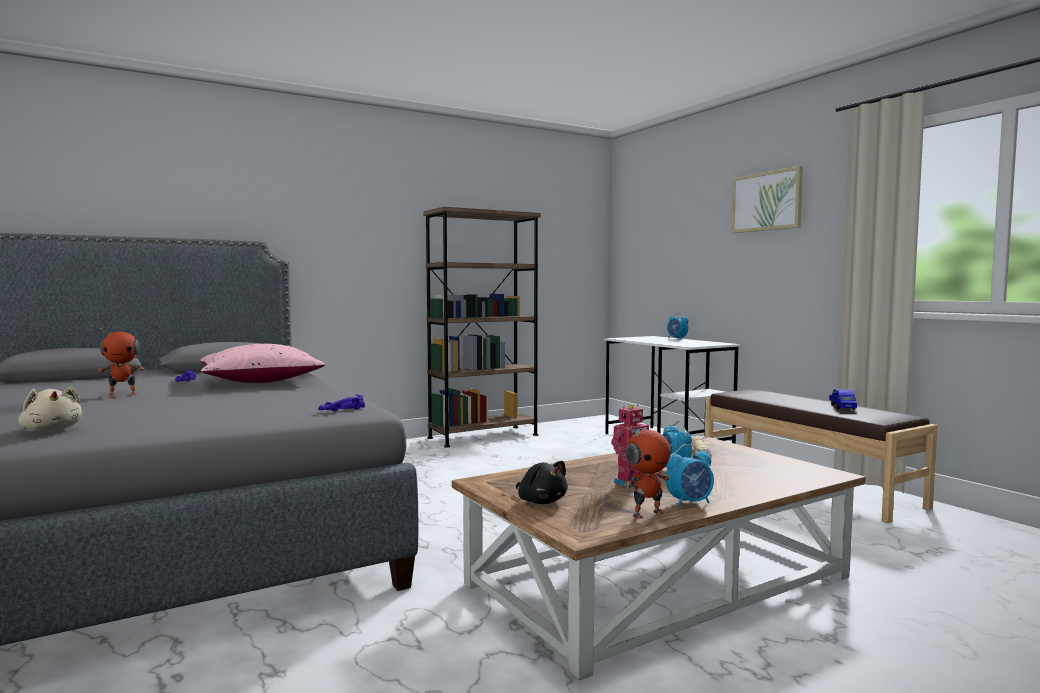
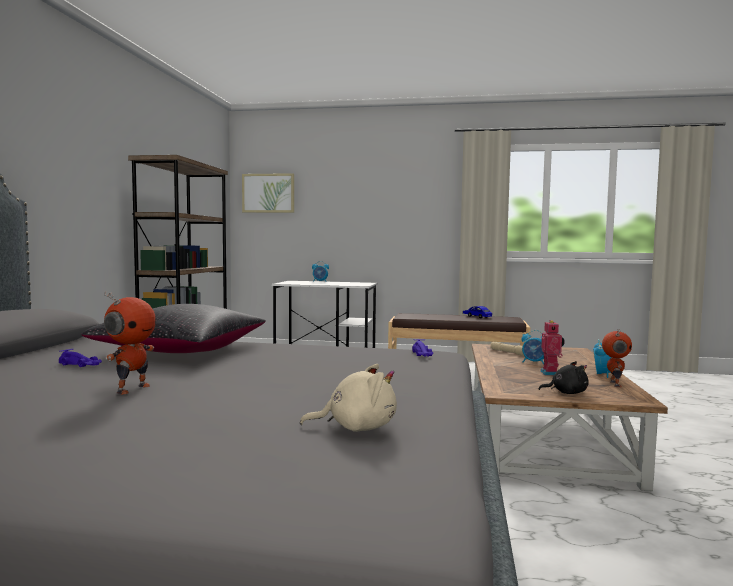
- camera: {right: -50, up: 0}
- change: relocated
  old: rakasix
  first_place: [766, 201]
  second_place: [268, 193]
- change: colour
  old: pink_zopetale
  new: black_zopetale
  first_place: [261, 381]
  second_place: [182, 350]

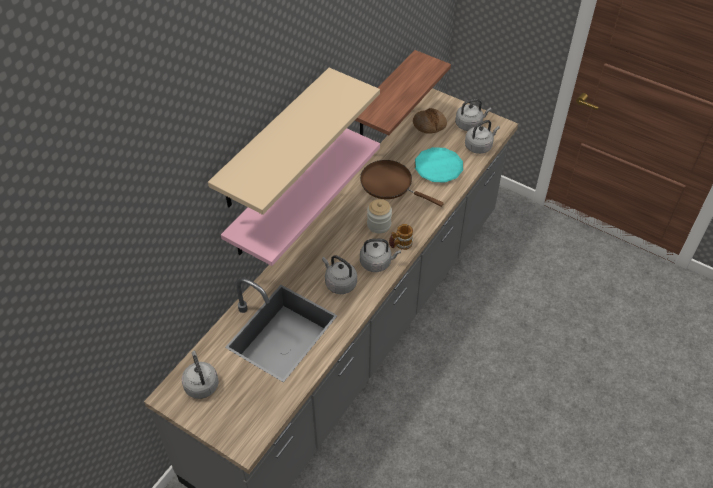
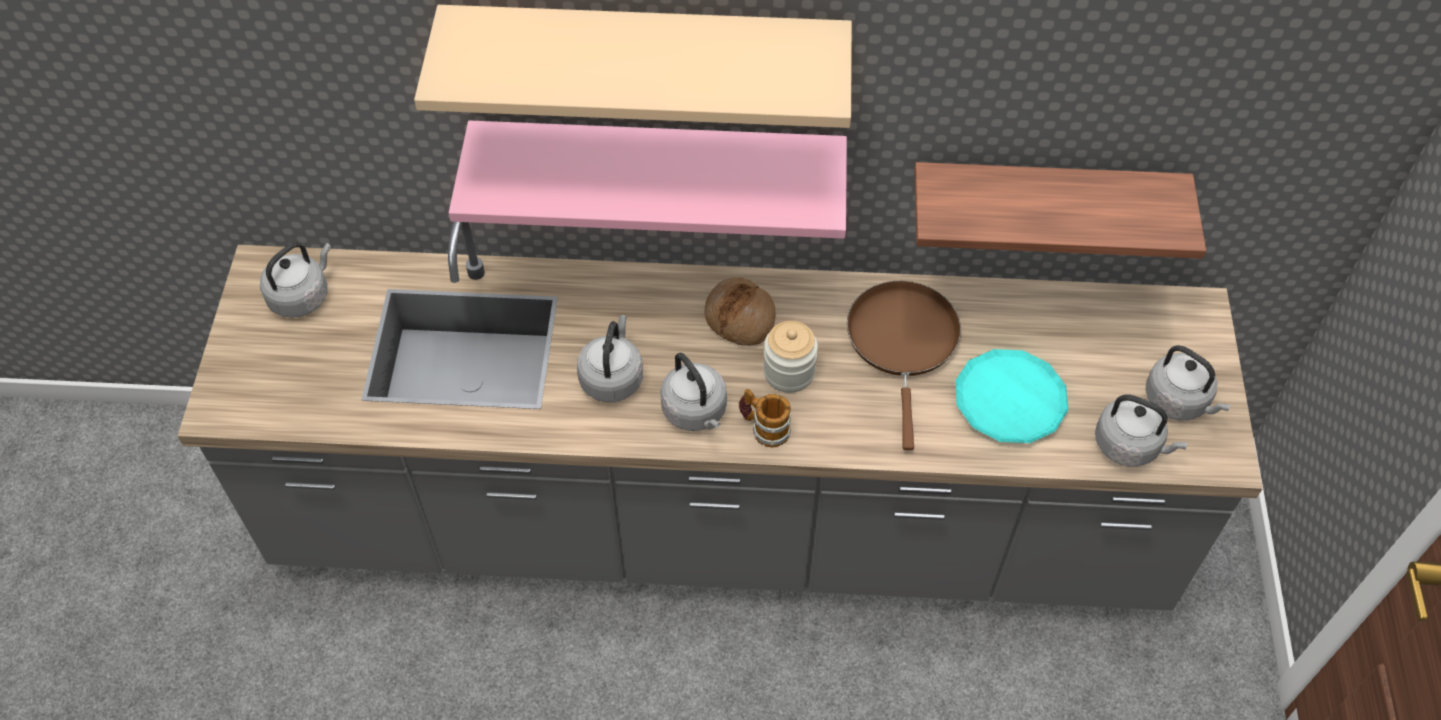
- camera: {right: 60, up: 5}
- change: relocated
  old: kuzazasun
  first_place: [429, 124]
  second_place: [740, 317]

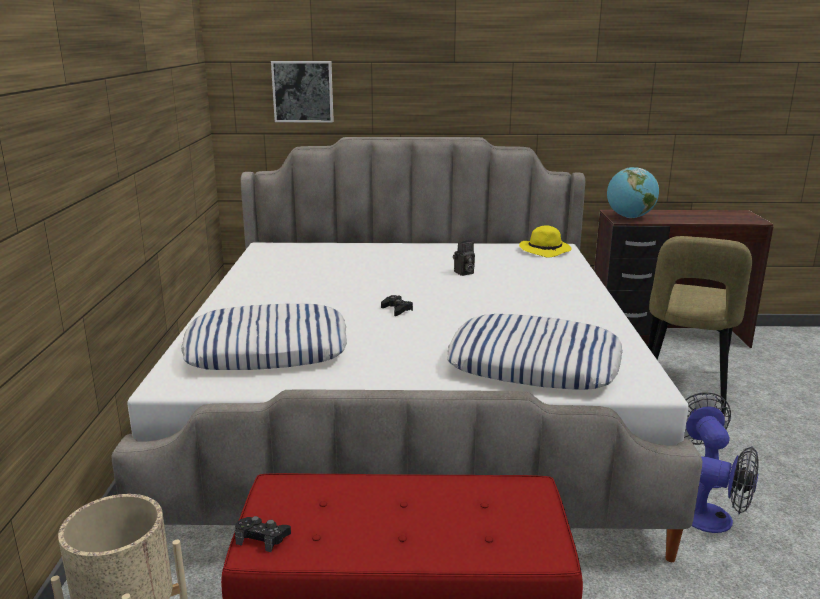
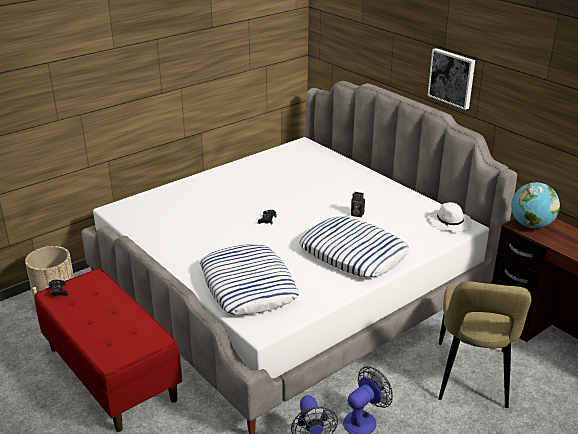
- camera: {right: 50, up: 10}
- change: relocated
  old: rakasix
  first_place: [303, 91]
  second_place: [452, 78]
- change: colour
  old: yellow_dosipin
  new: white_dosipin
  first_place: [545, 250]
  second_place: [450, 223]
- change: spun
  old: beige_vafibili
  first_place: [683, 389]
  second_place: [472, 378]
  degrees: -60
- change: relocated
  old: zopetale
  first_place: [268, 349]
  second_place: [353, 253]

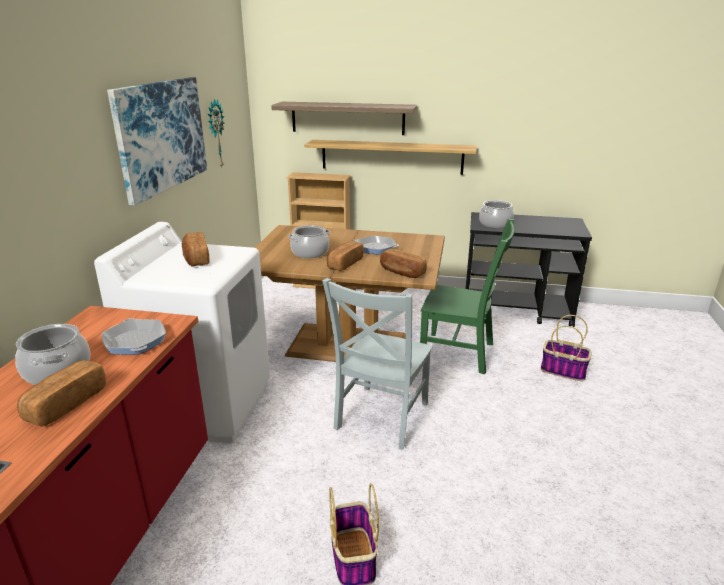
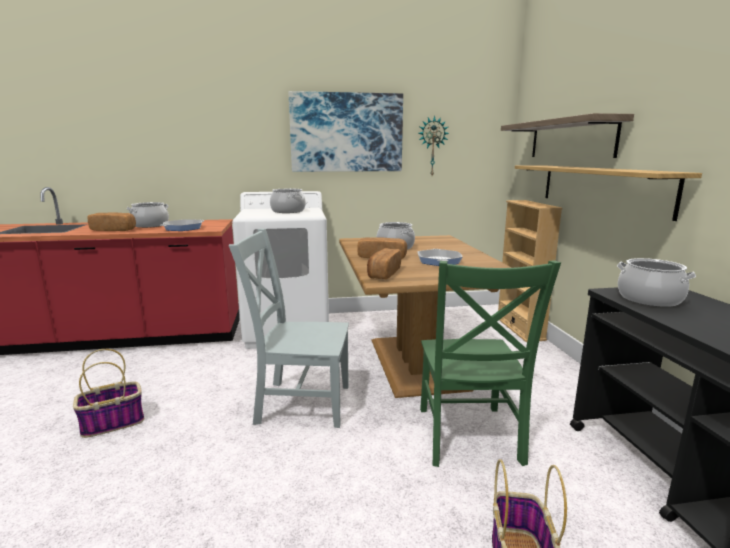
- camera: {right: 70, up: -10}
- change: exchanged
  old: kuzazasun
  new: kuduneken
  first_place: [196, 259]
  second_place: [288, 211]

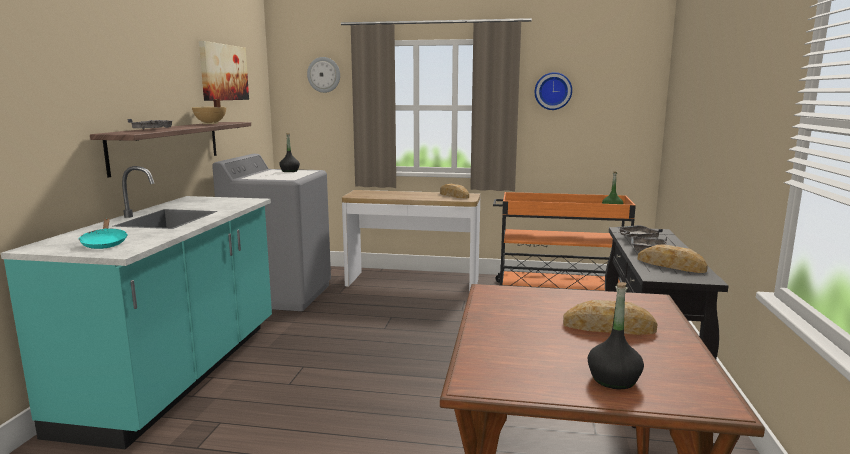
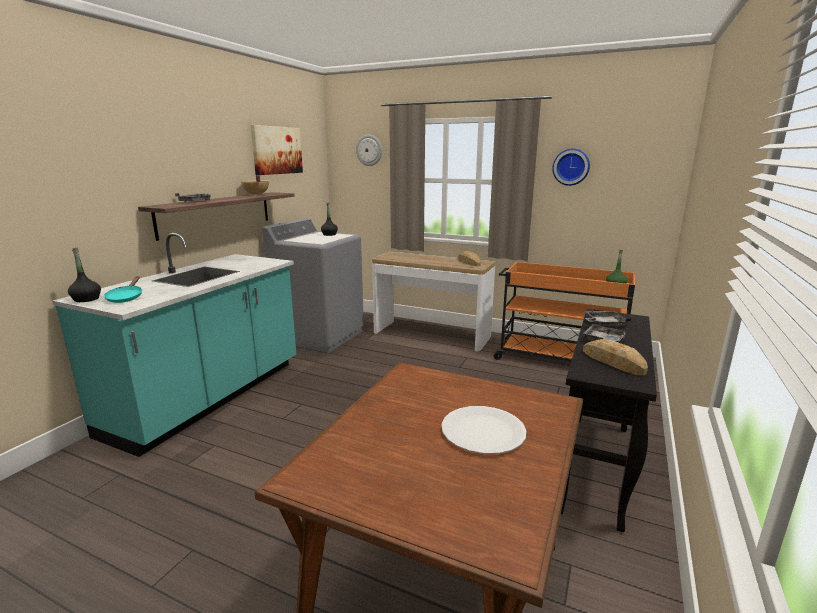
- camera: {right: 15, up: 5}
- change: relocated
  old: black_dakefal
  first_place: [613, 380]
  second_place: [86, 299]
- change: exchanged
  old: kuzazasun
  new: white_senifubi
  first_place: [608, 327]
  second_place: [482, 431]

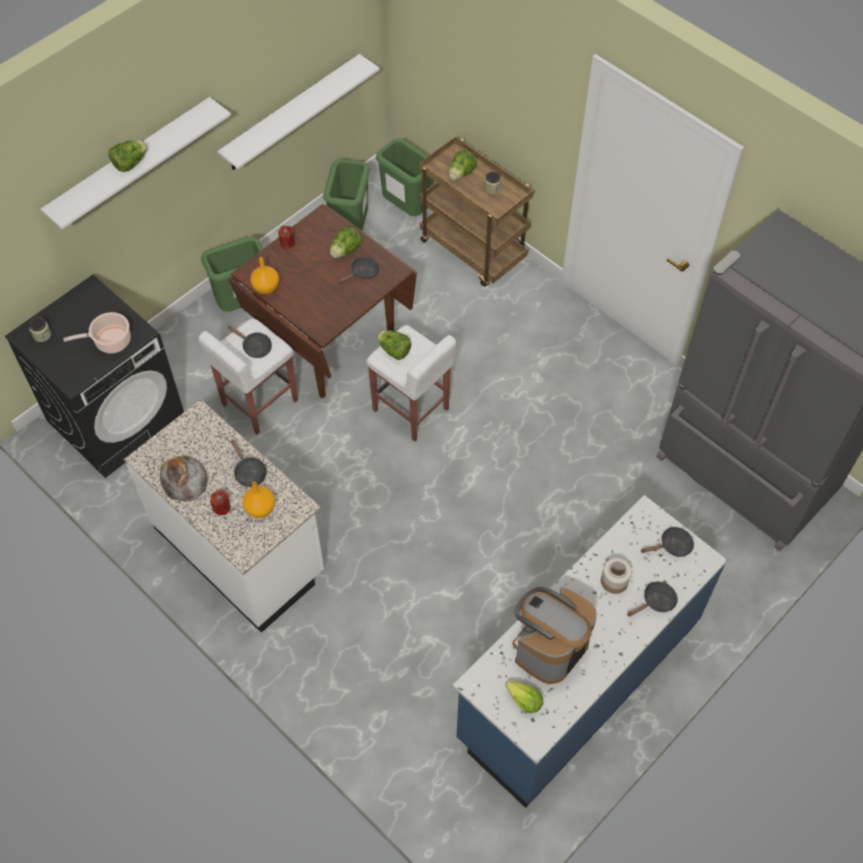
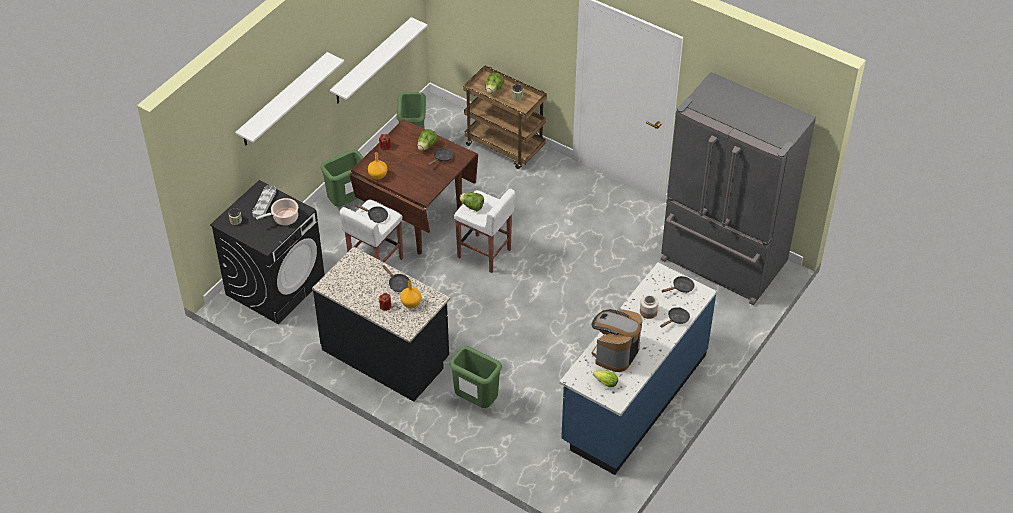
- camera: {right: -10, up: -10}
- change: relocated
  old: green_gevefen
  first_place: [406, 209]
  second_place: [475, 401]
- change: missing
  old: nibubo
  first_place: [130, 163]
- change: colour
  old: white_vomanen
  new: black_vomanen
  first_place: [240, 549]
  second_place: [386, 355]
- change: missing
  old: kuzazasun
  first_place: [183, 478]
- change: appeared
  new: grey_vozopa
  second_place: [264, 203]

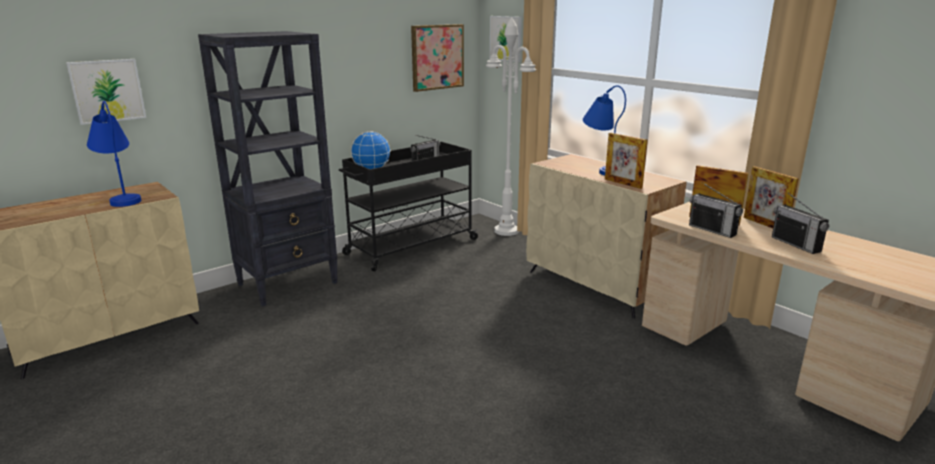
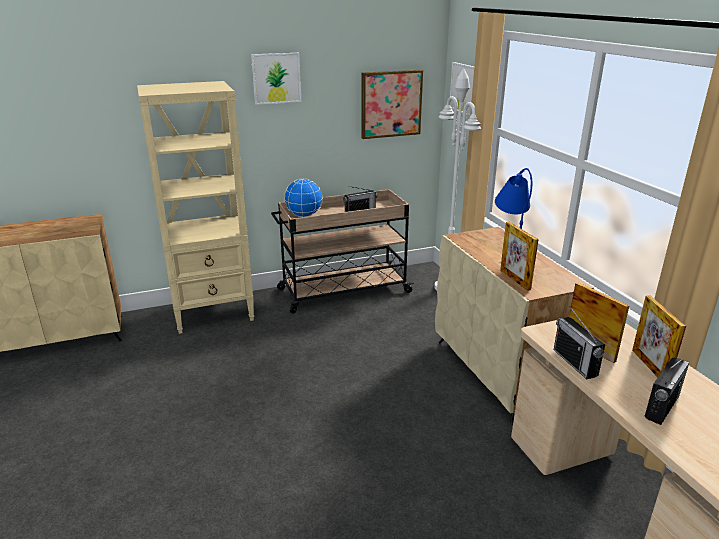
- camera: {right: 20, up: 5}
- change: colour
  old: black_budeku
  new: beige_budeku
  first_place: [289, 283]
  second_place: [214, 313]
- change: relocated
  old: rakasix
  first_place: [107, 91]
  second_place: [276, 78]
- change: missing
  old: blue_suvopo
  first_place: [122, 197]
- change: colour
  old: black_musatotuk
  new: beige_musatotuk
  first_place: [410, 247]
  second_place: [342, 291]
- change: spun
  old: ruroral
  first_place: [795, 244]
  second_place: [662, 406]
  degrees: -135

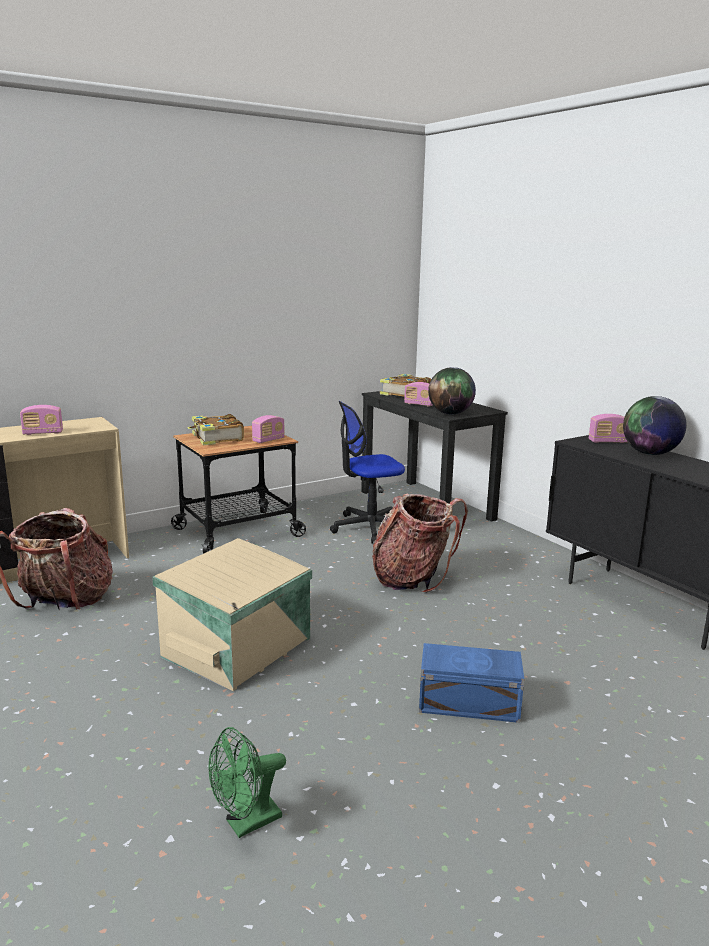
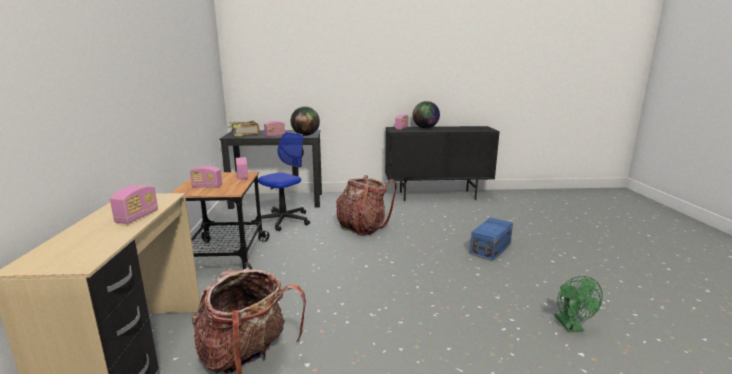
- camera: {right: -60, up: 0}
- change: spun
  old: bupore
  first_place: [369, 528]
  second_place: [284, 220]
  degrees: -150
- change: exchanged
  old: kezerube
  new: ruroral
  first_place: [216, 438]
  second_place: [207, 186]
- change: missing
  old: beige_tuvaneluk
  first_place: [239, 647]

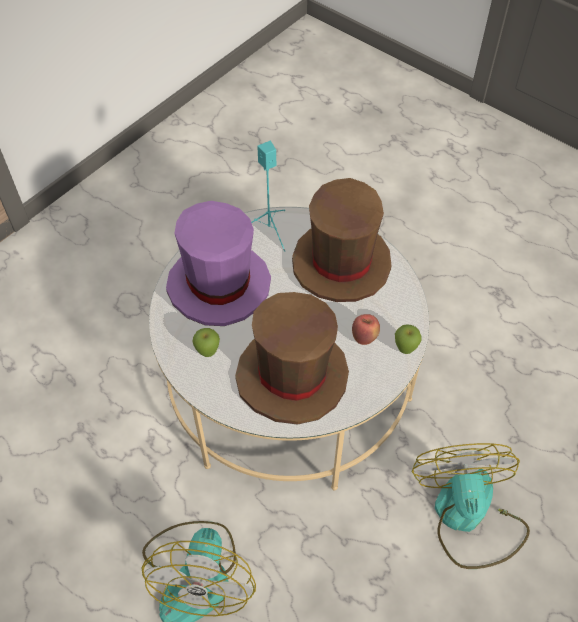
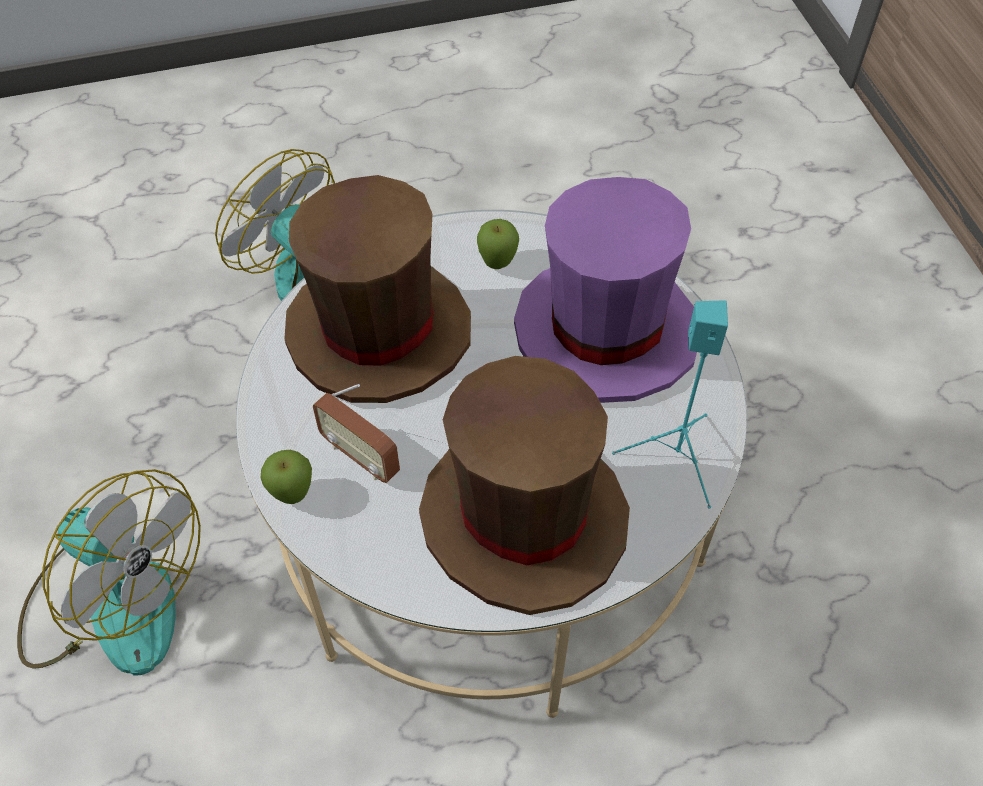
- camera: {right: 125, up: 0}
- change: exchanged
  old: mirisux
  new: ruroral
  first_place: [364, 337]
  second_place: [361, 456]

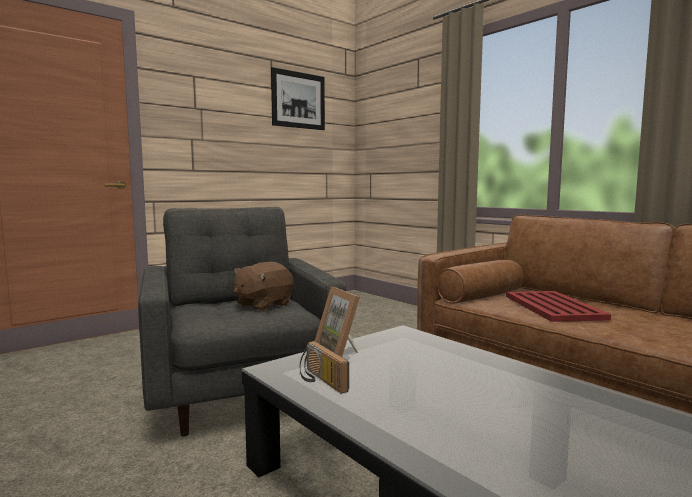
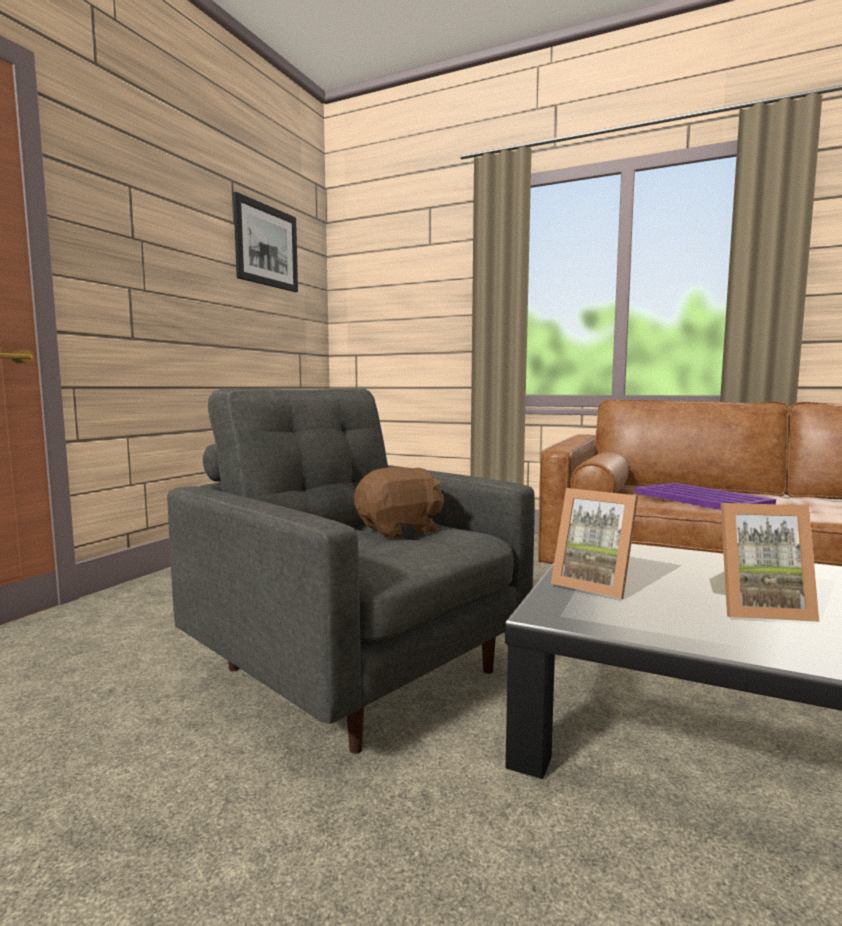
- camera: {right: -25, up: 0}
- change: spun
  old: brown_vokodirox
  first_place: [262, 305]
  second_place: [400, 530]
  degrees: -135
- change: colour
  old: red_vozopa
  new: purple_vozopa
  first_place: [552, 307]
  second_place: [700, 498]
- change: missing
  old: ruroral
  first_place: [319, 381]
- change: appeared
  new: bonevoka
  second_place: [758, 609]

